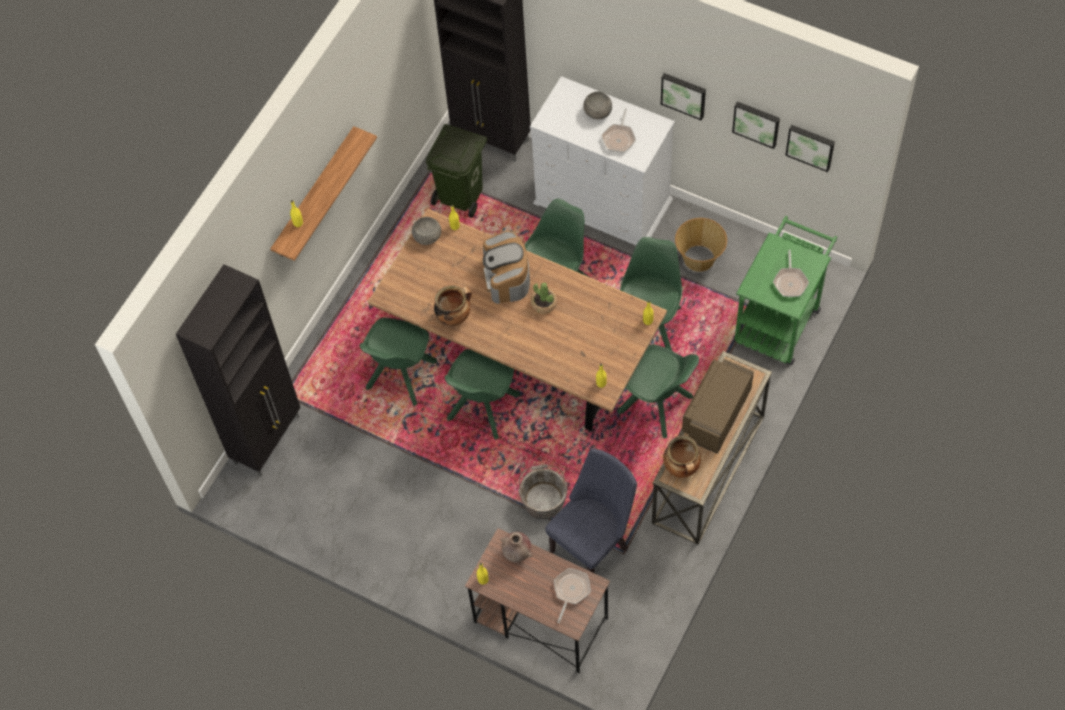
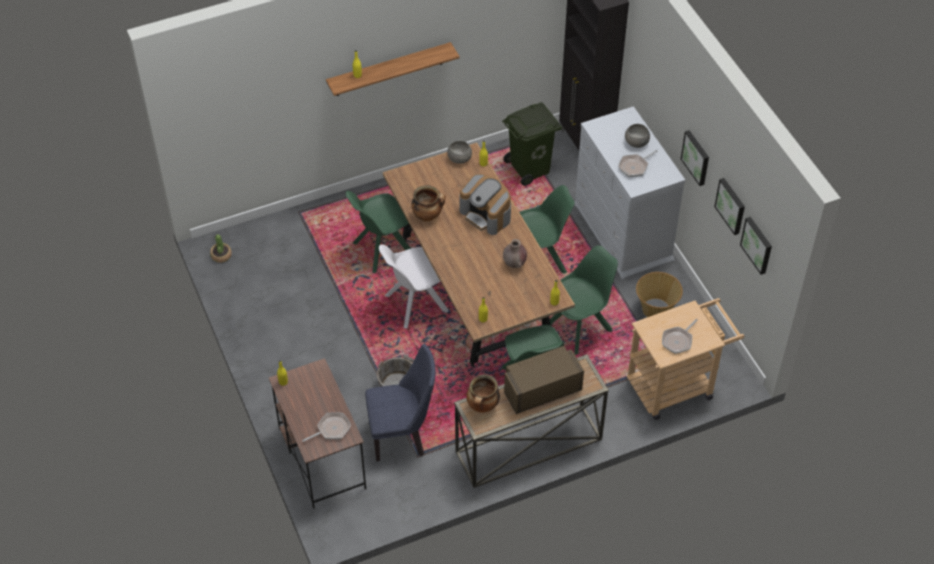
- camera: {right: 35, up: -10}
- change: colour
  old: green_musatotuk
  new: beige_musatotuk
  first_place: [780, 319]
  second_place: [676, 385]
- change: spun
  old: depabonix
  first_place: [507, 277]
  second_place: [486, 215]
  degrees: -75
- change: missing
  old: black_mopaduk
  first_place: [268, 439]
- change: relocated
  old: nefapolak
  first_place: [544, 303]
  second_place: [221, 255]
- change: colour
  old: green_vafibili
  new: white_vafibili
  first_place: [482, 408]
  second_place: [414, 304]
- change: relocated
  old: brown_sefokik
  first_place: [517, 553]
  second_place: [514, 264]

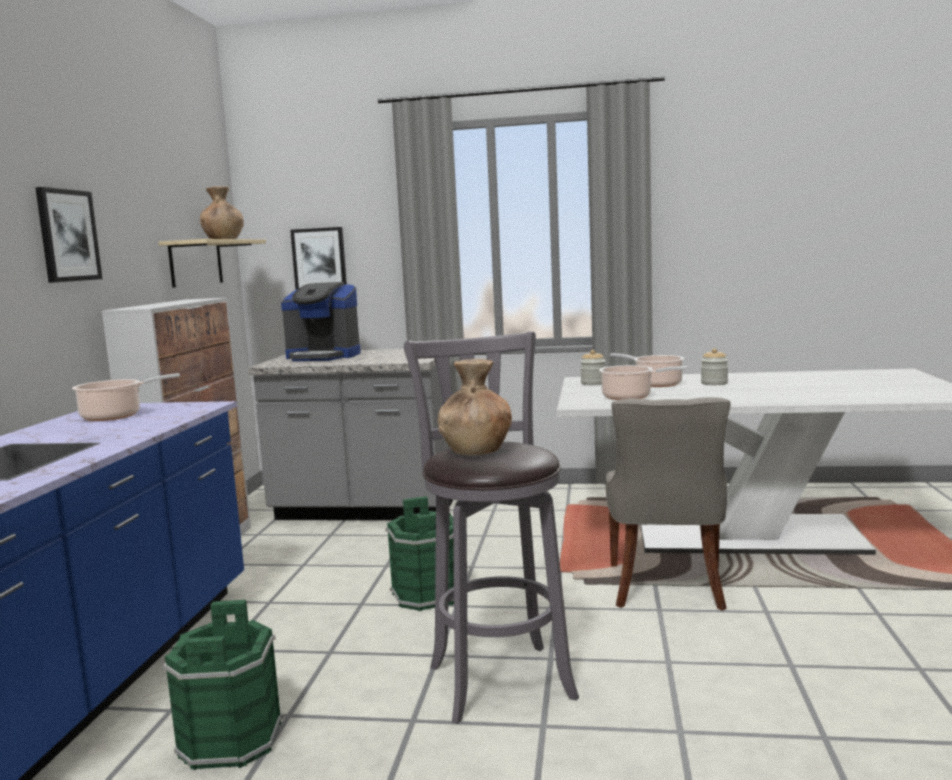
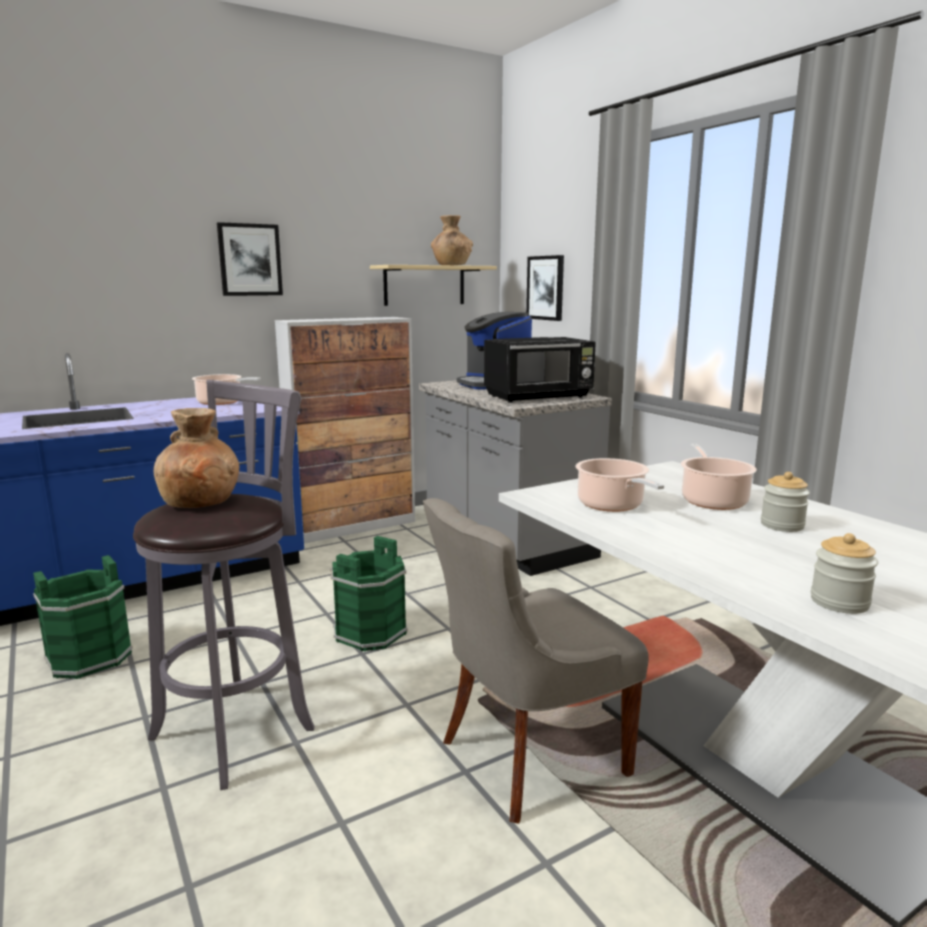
- camera: {right: 50, up: 5}
- change: relocated
  old: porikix
  first_place: [593, 383]
  second_place: [839, 602]
- change: appeared
  new: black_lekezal
  second_place: [539, 397]

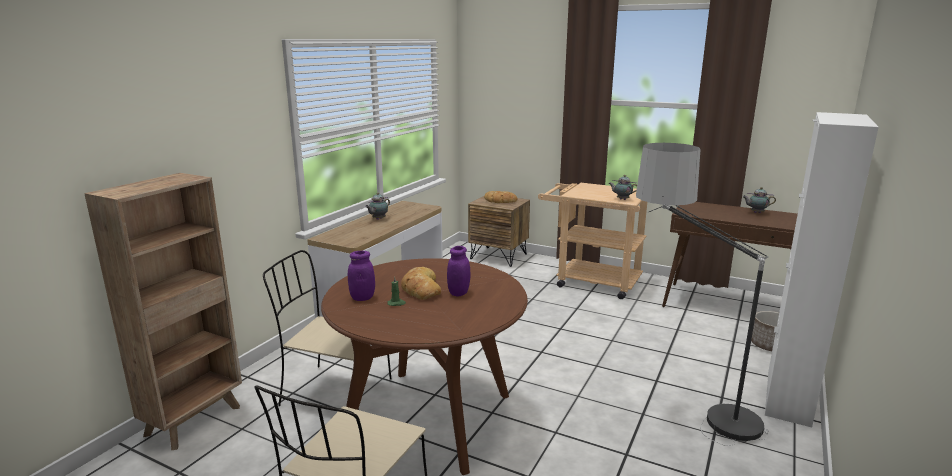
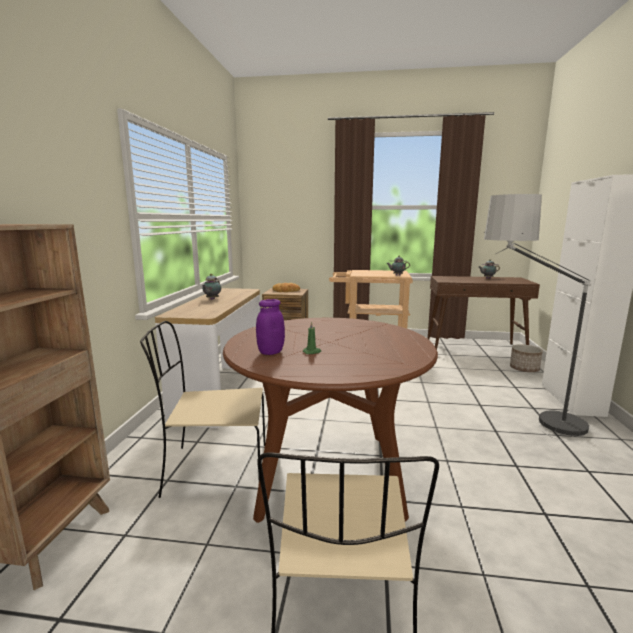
- camera: {right: -20, up: -5}
- change: missing
  old: purple_porikix
  first_place: [459, 293]
- change: missing
  old: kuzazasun
  first_place: [420, 288]

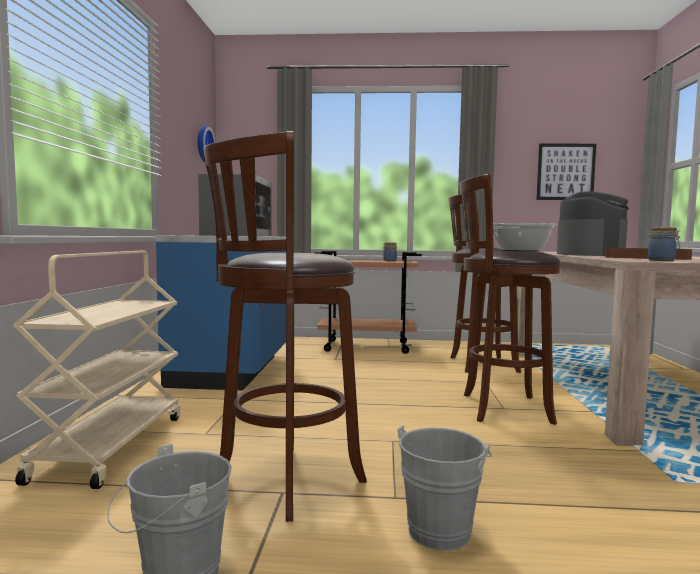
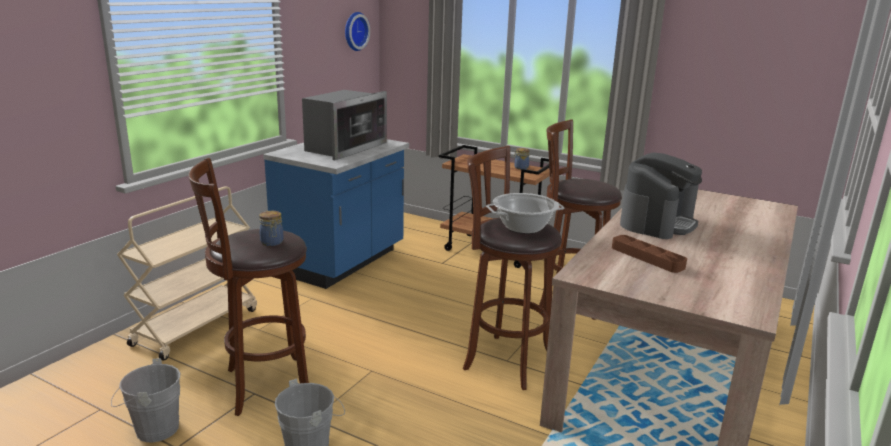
- camera: {right: 25, up: 15}
- change: missing
  old: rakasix
  first_place: [565, 172]
- change: relocated
  old: porikix
  first_place: [662, 260]
  second_place: [272, 243]

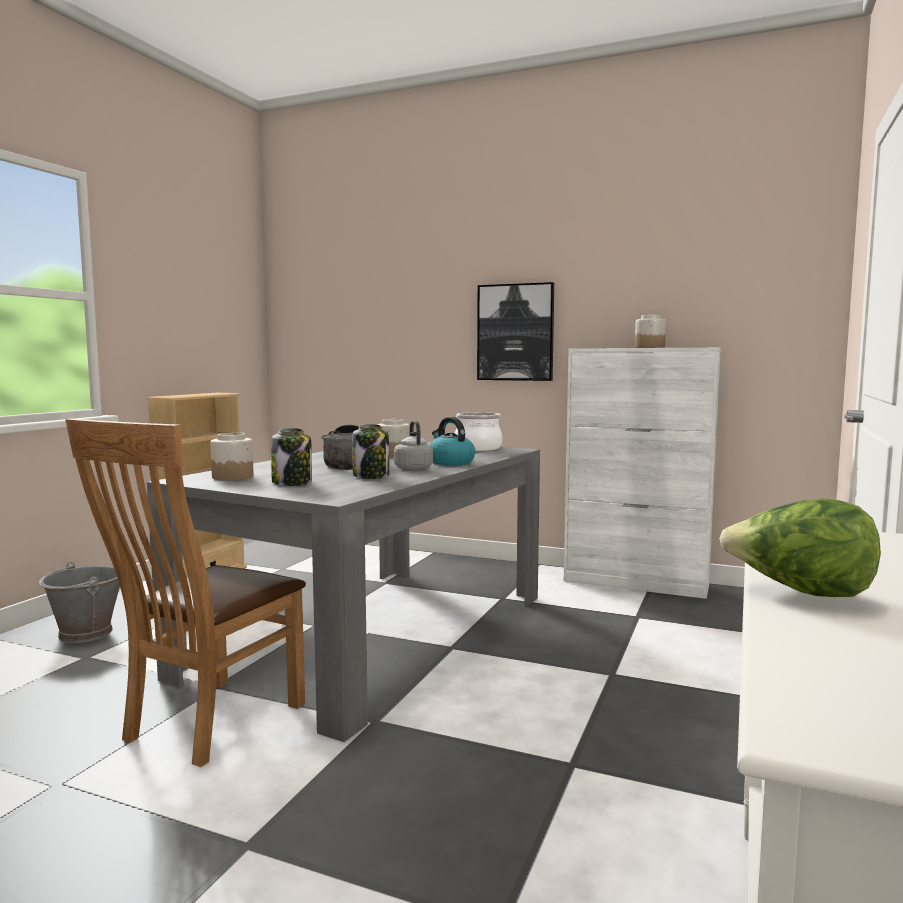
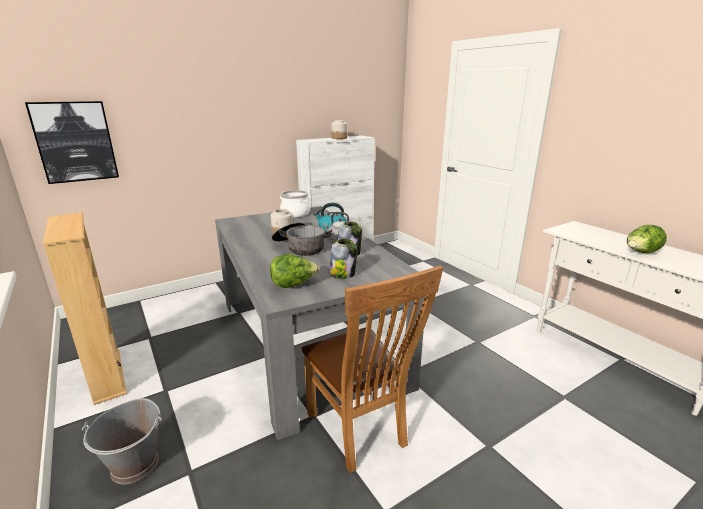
- camera: {right: -55, up: 15}
- change: relocated
  old: rakasix
  first_place: [515, 332]
  second_place: [75, 142]
- change: exchanged
  old: porikix
  new: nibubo
  first_place: [233, 477]
  second_place: [293, 285]

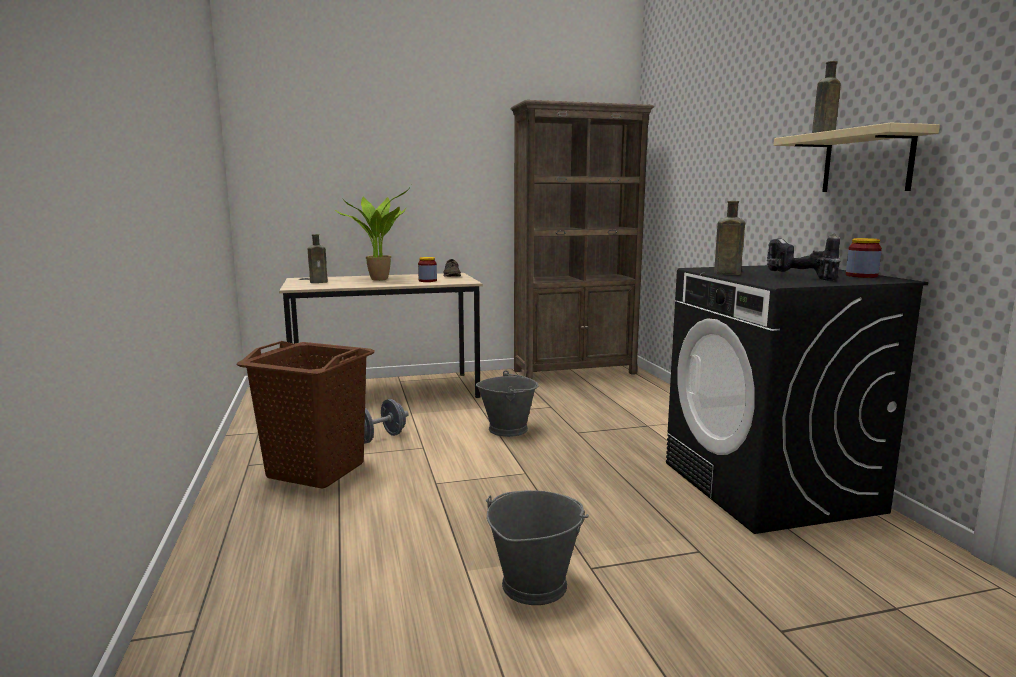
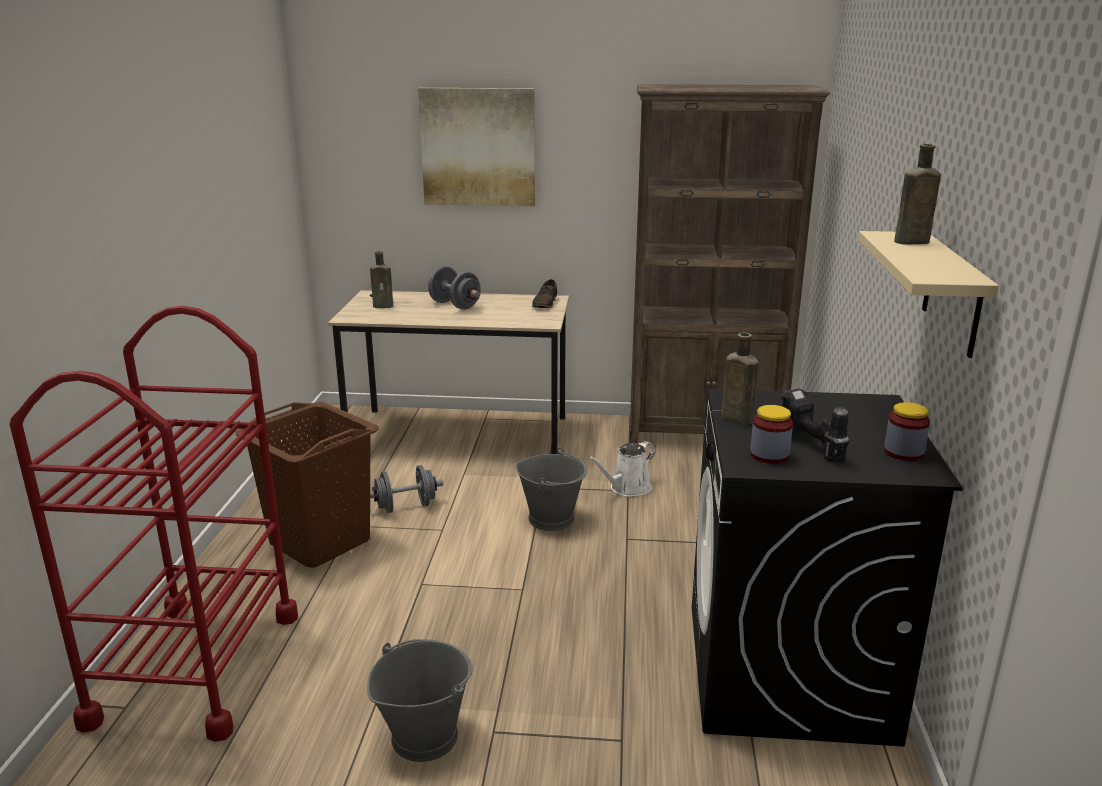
- camera: {right: 20, up: 10}
- change: exchanged
  old: nefapolak
  new: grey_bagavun
  first_place: [380, 279]
  second_place: [455, 305]
- change: relocated
  old: porikix
  first_place: [427, 281]
  second_place: [769, 455]
- change: appeared
  new: rakasix
  second_place: [478, 147]
- change: appeared
  new: red_musatotuk
  second_place: [196, 667]
- change: appeared
  new: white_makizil
  second_place: [627, 489]

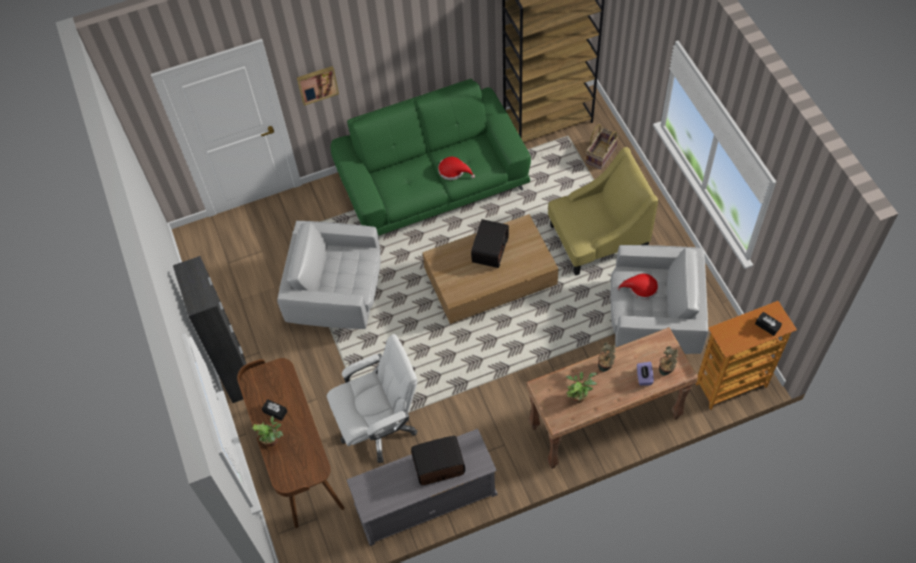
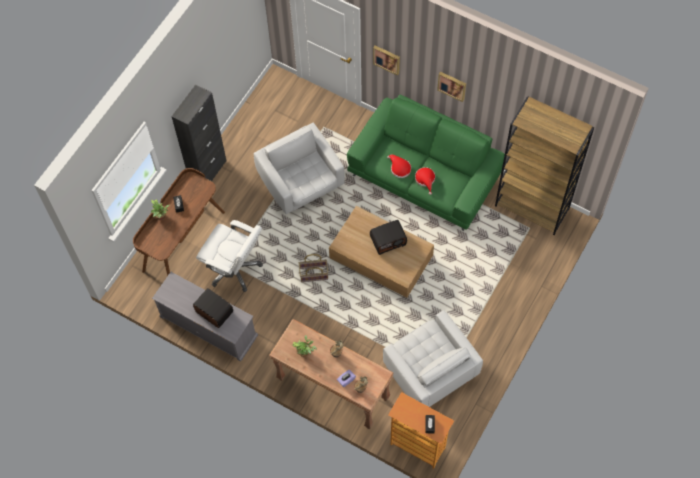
- camera: {right: 50, up: 5}
- change: relocated
  old: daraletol
  first_place: [601, 155]
  second_place: [313, 275]
- change: missing
  old: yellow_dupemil
  first_place: [597, 239]
- change: relocated
  old: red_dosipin
  first_place: [640, 288]
  second_place: [399, 168]
- change: appeared
  new: rakasix
  second_place: [452, 85]

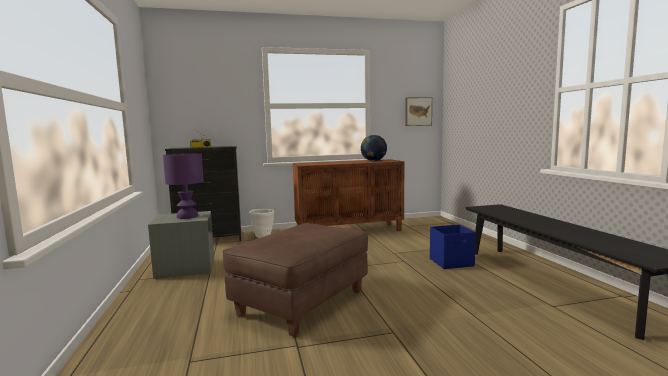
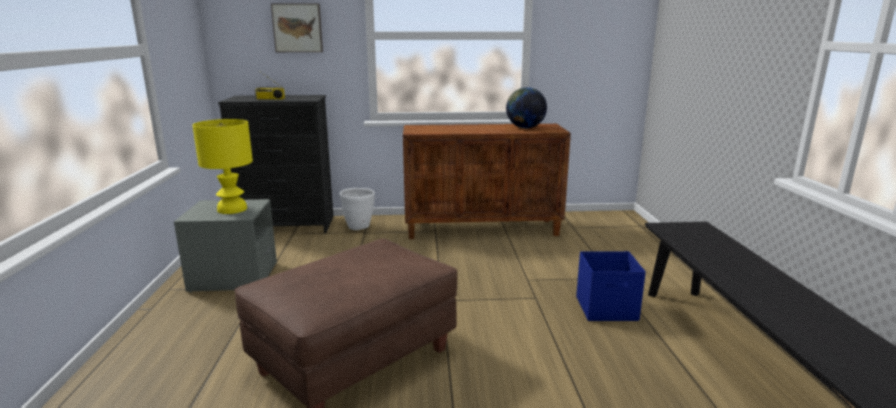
- camera: {right: 10, up: 10}
- change: relocated
  old: rakasix
  first_place: [418, 111]
  second_place: [298, 28]
- change: colour
  old: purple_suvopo
  new: yellow_suvopo
  first_place: [187, 216]
  second_place: [232, 209]

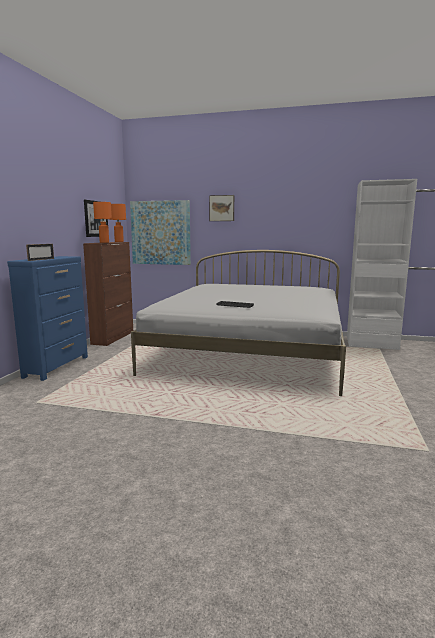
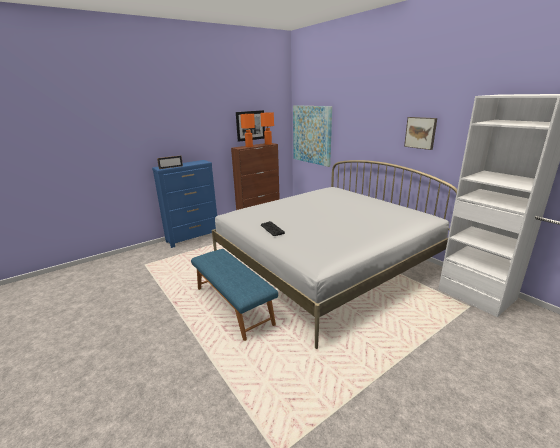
- camera: {right: 40, up: 10}
- change: relocated
  old: rakasix
  first_place: [222, 208]
  second_place: [421, 132]
- change: appeared
  new: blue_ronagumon
  second_place: [234, 305]

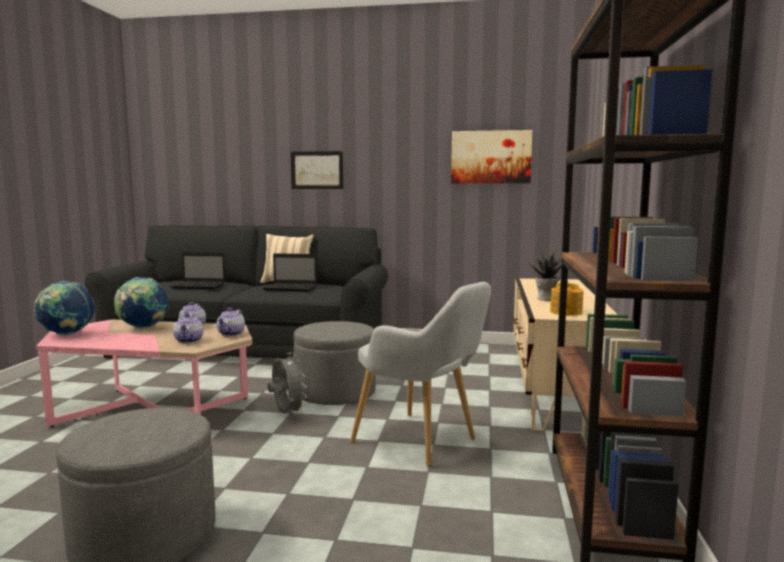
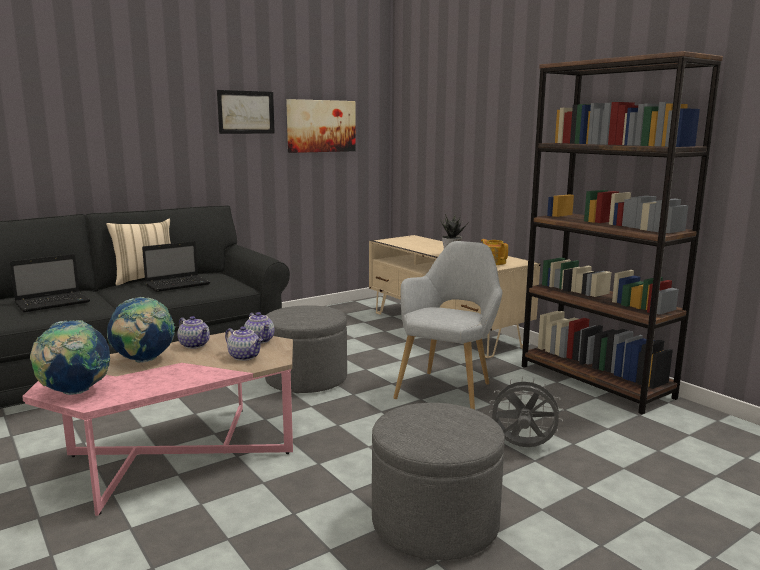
- camera: {right: -45, up: 5}
- change: relocated
  old: rakasix
  first_place: [317, 170]
  second_place: [246, 112]
- change: spun
  old: grey_dupemil
  first_place: [422, 442]
  second_place: [449, 389]
  degrees: -60
- change: relocated
  old: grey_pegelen
  first_place: [287, 414]
  second_place: [522, 447]

